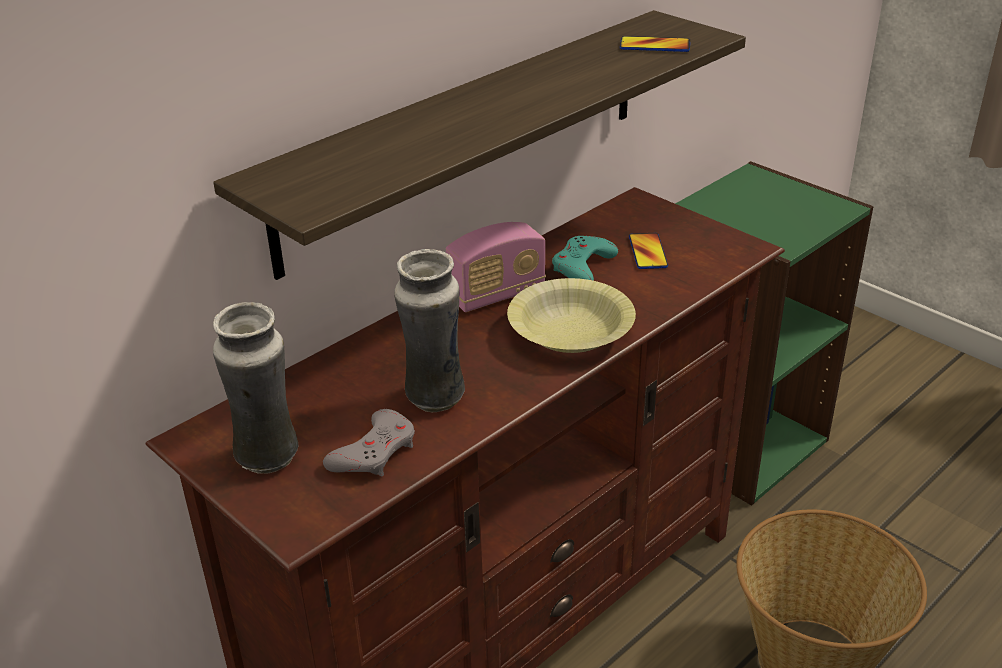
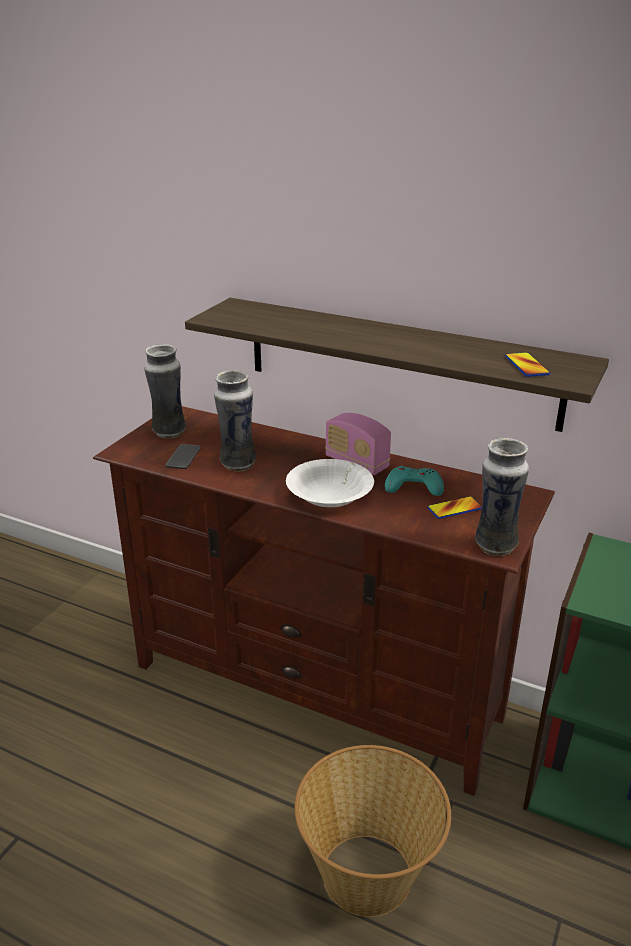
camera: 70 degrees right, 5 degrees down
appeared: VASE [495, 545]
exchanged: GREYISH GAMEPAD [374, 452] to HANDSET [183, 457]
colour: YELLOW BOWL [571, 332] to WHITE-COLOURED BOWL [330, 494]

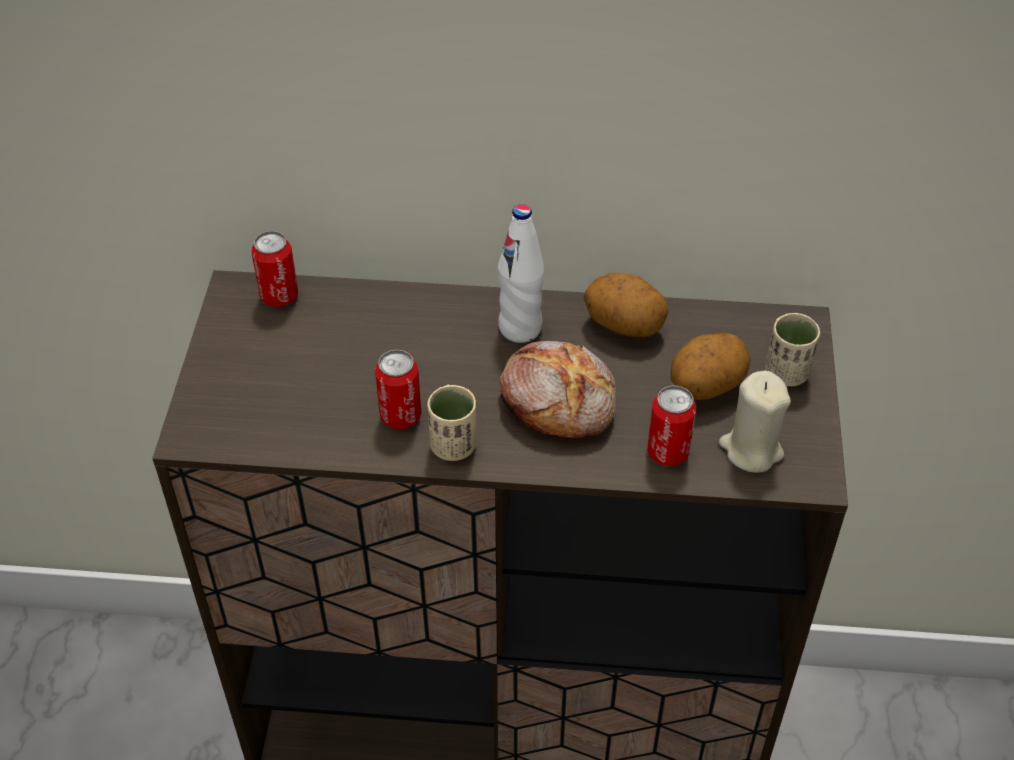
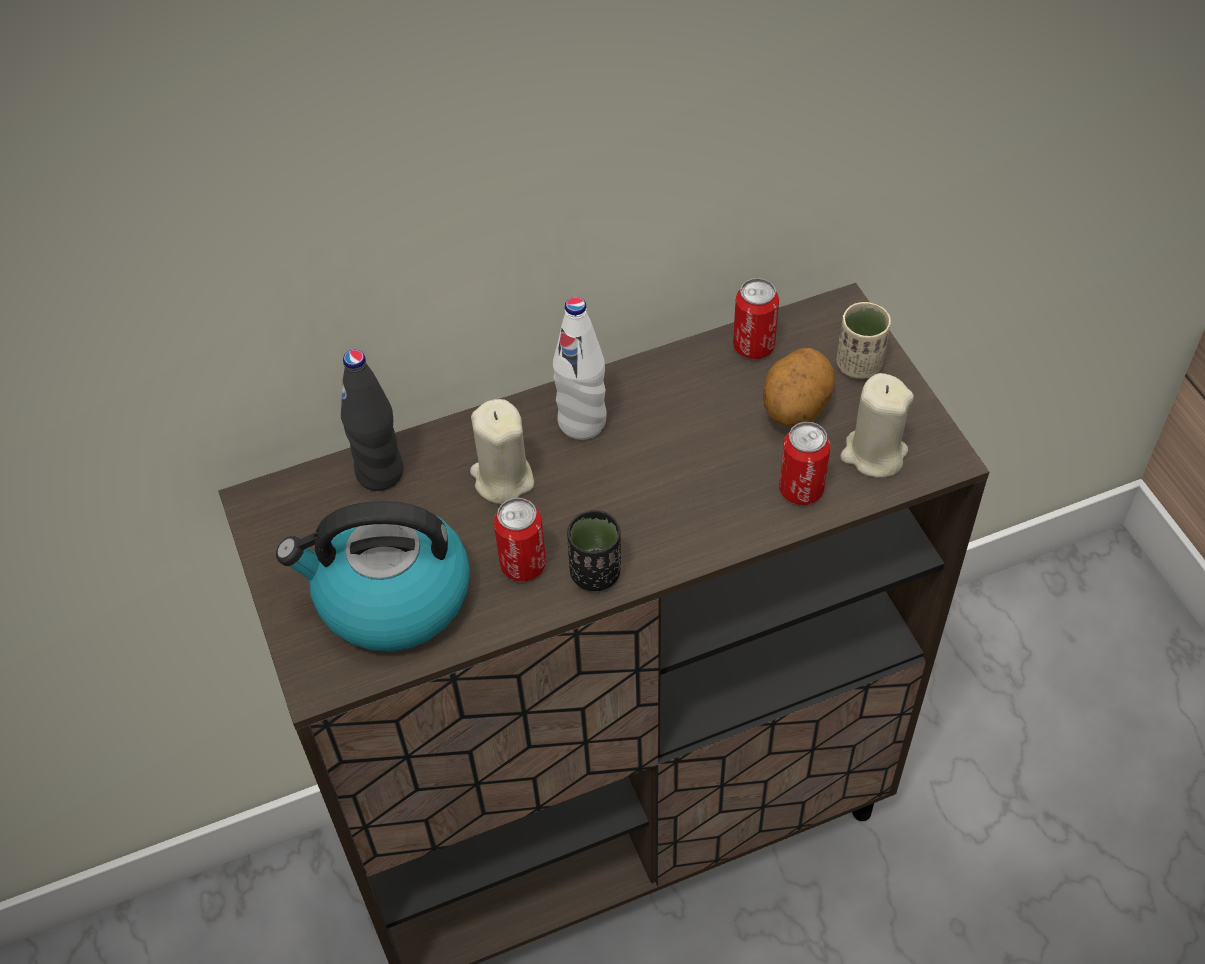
camera: 25 degrees left, 5 degrees up
missing: BAKERY BREAD [559, 400]; SPUD [624, 325]
appeared: TEA KETTLE [390, 597]; BLACK-COLOURED BOTTLE [380, 473]; BEIGE-COLOURED WAX LIGHT [502, 479]
relocated: CAN [279, 296] to [753, 346]
colour: BEIGE-COLOURED DRINKING CUP [453, 446] to BLACK-COLOURED DRINKING CUP [595, 573]

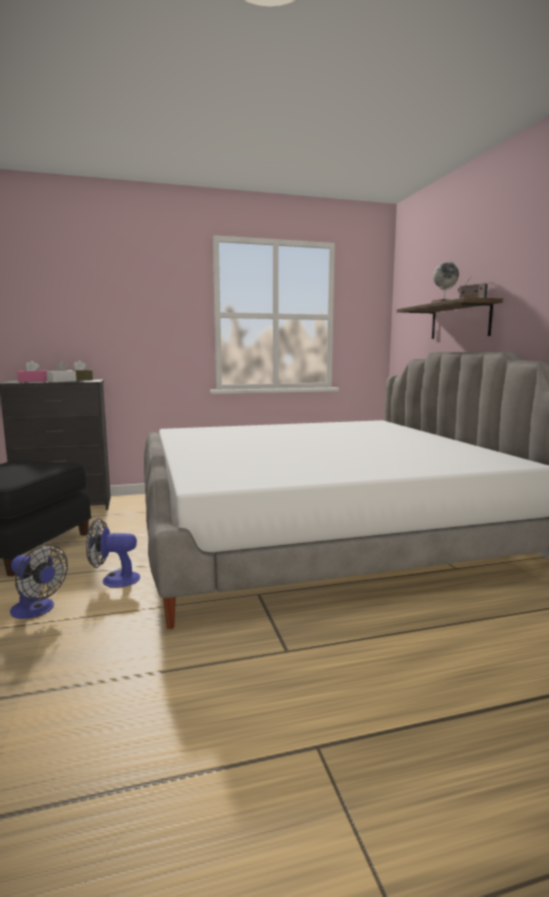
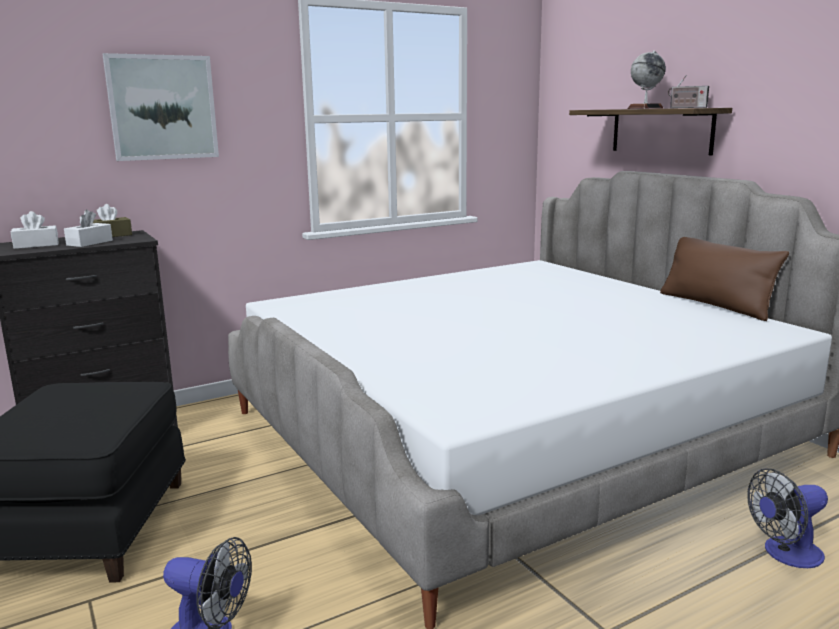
camera: 15 degrees left, 5 degrees up
appeared: WALL ART [162, 107]; BROWN-COLOURED CUSHION [715, 305]
relocated: ELECTRIC FAN [114, 579] to [785, 554]
colour: PINK-COLOURED TISSUE BOX [33, 381] to WHITE-COLOURED TISSUE BOX [36, 245]

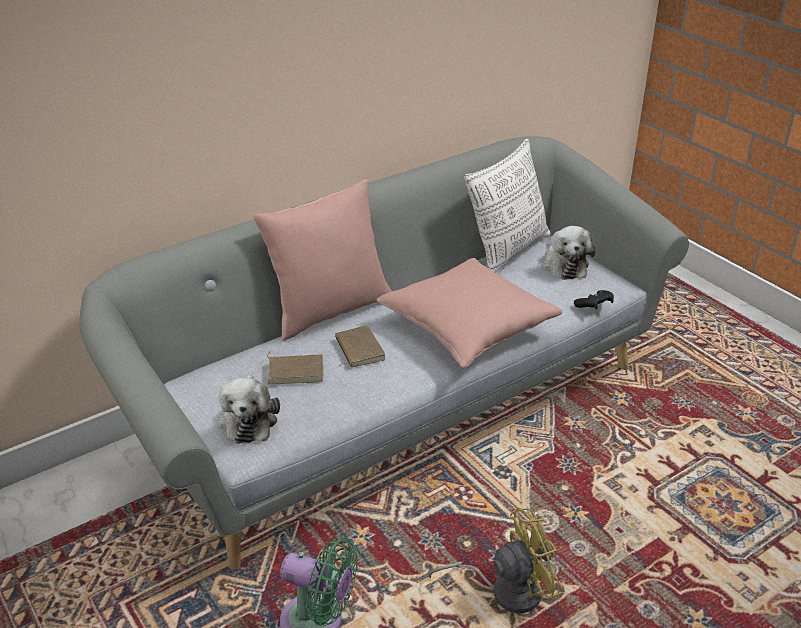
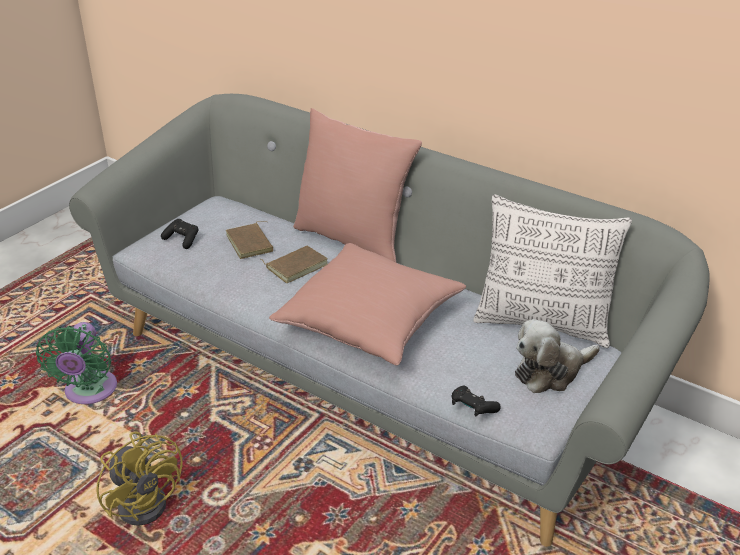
camera: 70 degrees right, 0 degrees up
exchanged: SOFT TOY [248, 419] to BLACK-COLOURED GAMEPAD [182, 239]

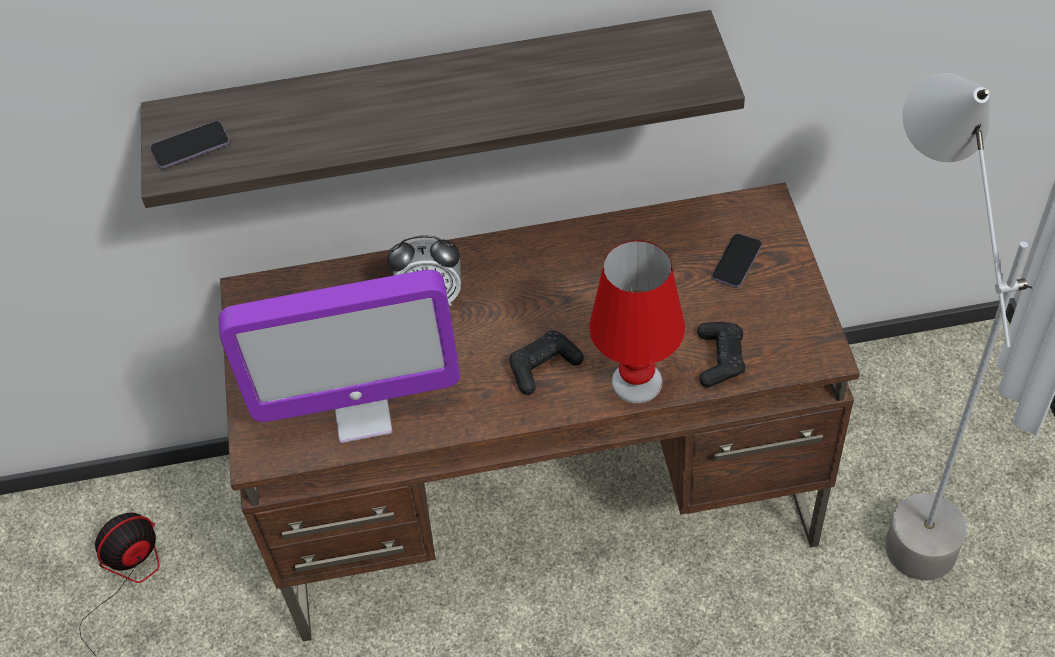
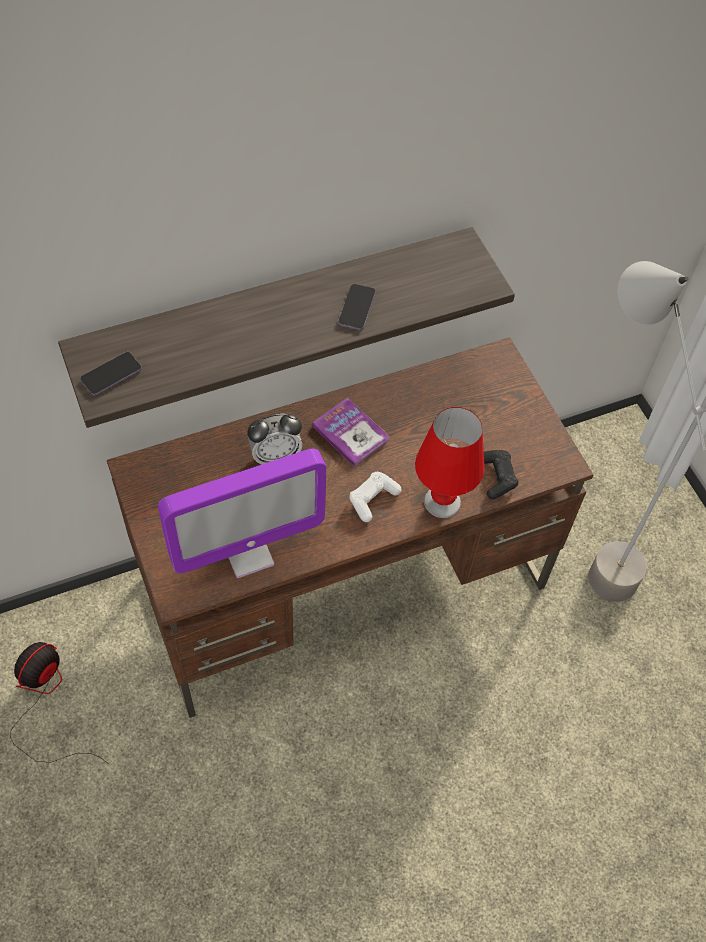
camera: 20 degrees left, 5 degrees up
appeared: BOOK [350, 433]
relocated: HANDSET [736, 262] to [357, 308]
colour: BLACK-COLOURED GAMEPAD [543, 367] to WHITE-COLOURED GAMEPAD [372, 499]

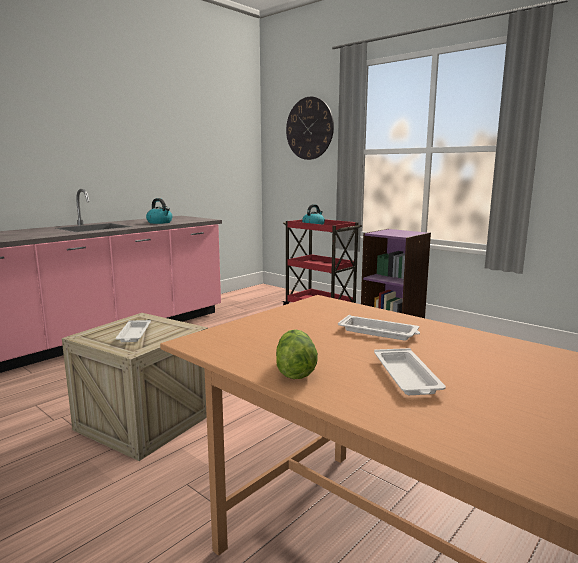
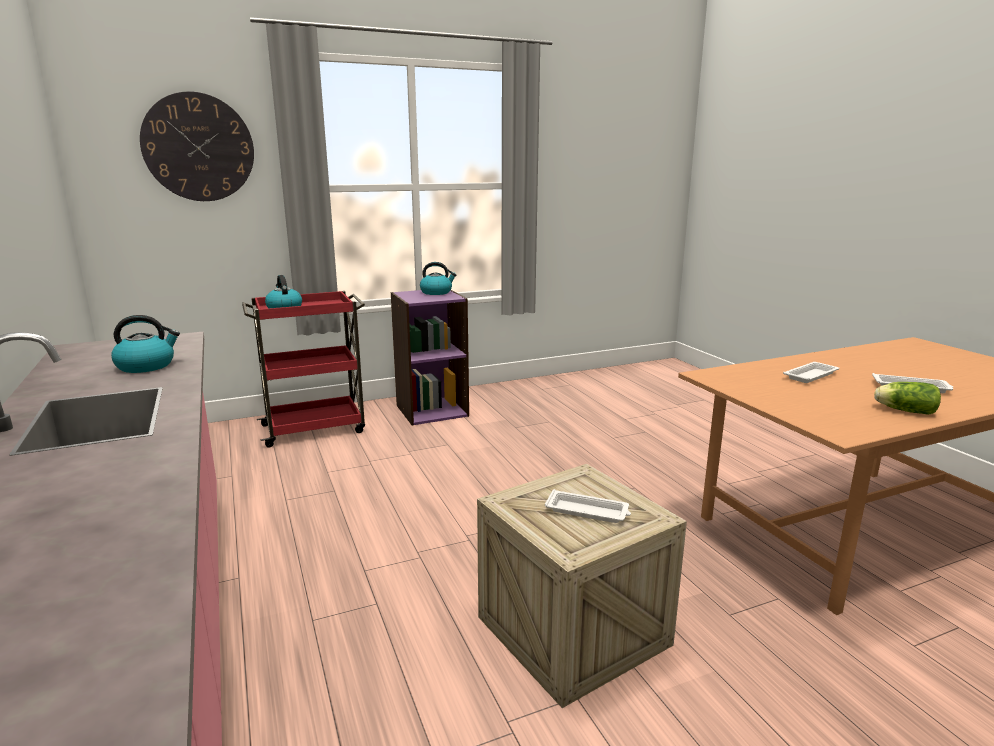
camera: 65 degrees left, 5 degrees up
appeared: TEA KETTLE [436, 292]

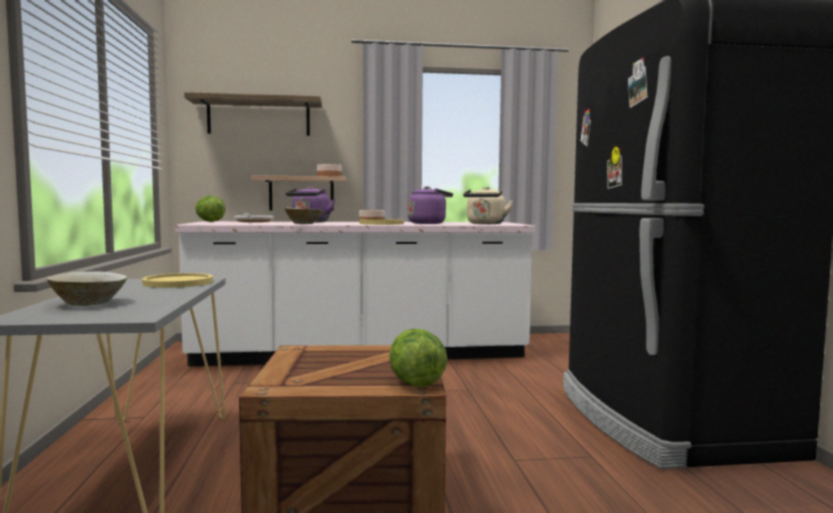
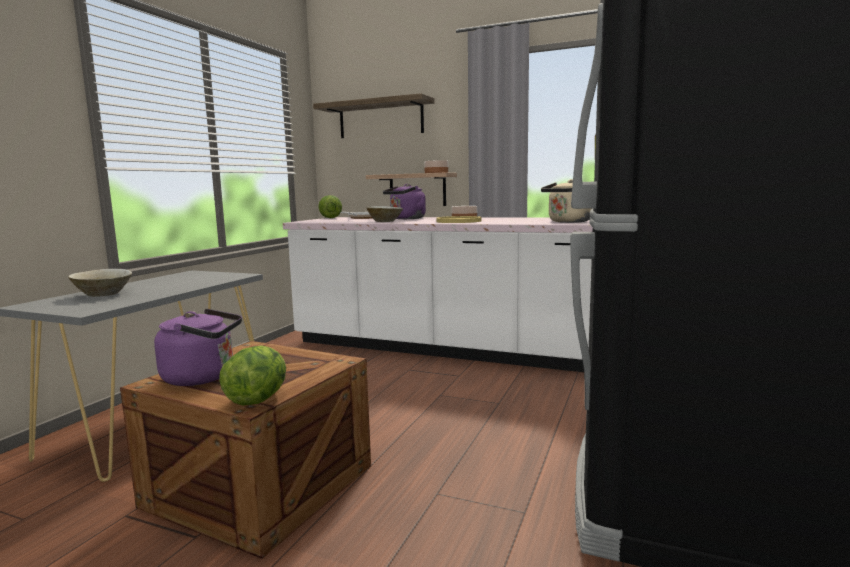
camera: 30 degrees right, 5 degrees up
missing: YELLOW FLAT DISH [178, 282]
relocated: PURPLE TEA KETTLE [429, 223] to [203, 377]

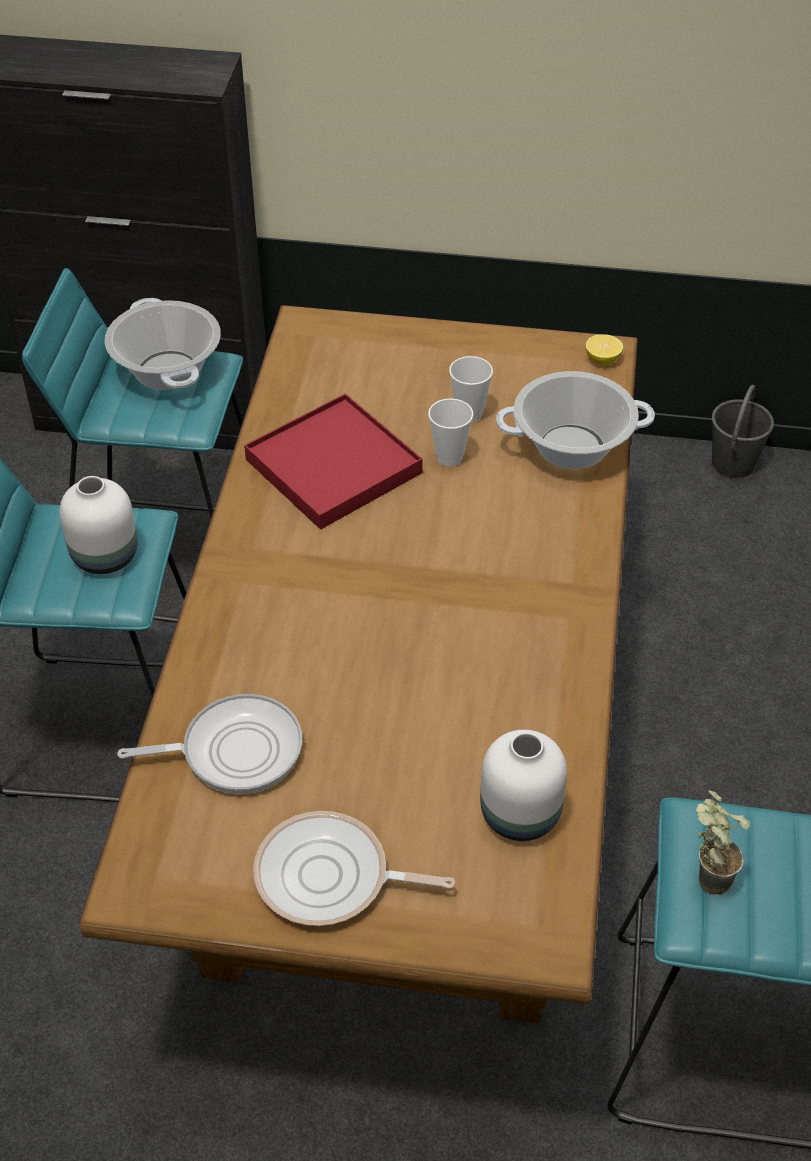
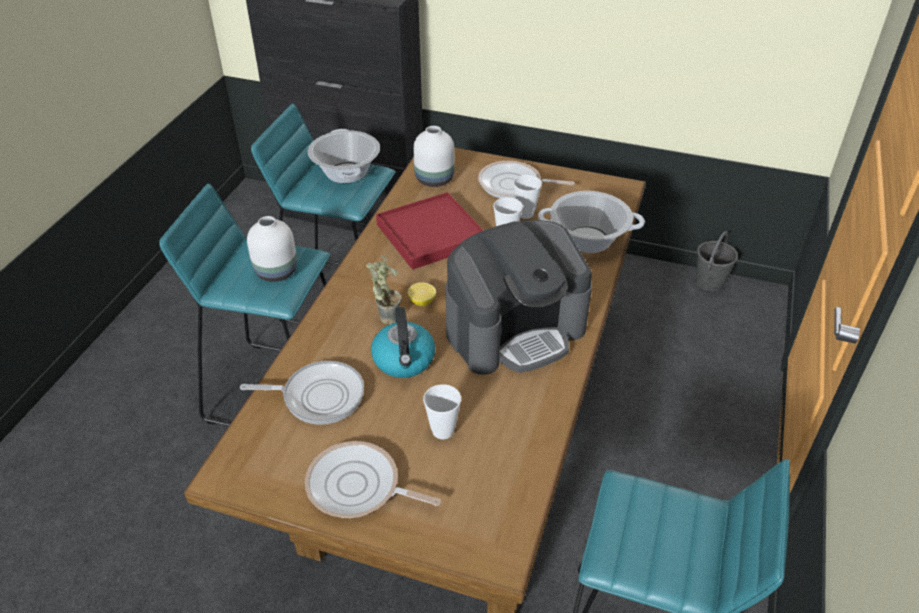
camera: 10 degrees right, 5 degrees down
appeared: TEA KETTLE [404, 360]; DRINKING CUP [442, 431]; COFFEE MAKER [515, 329]; PAN [513, 185]
relocated: PLANT IN A POT [705, 876] to [386, 315]; LEMON [602, 359] to [422, 301]; WHITE-COLOURED VASE [520, 816] to [434, 180]

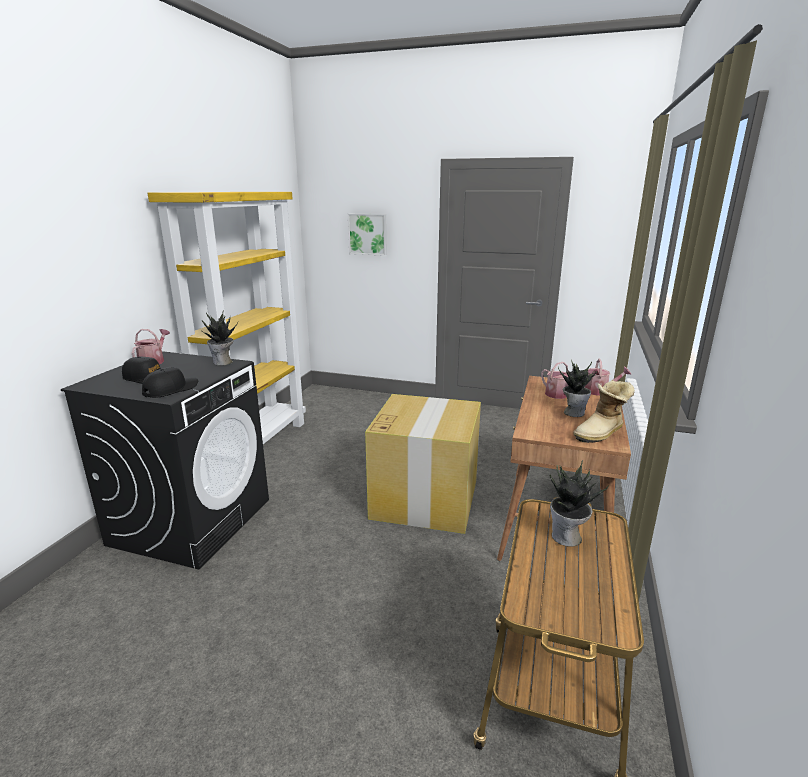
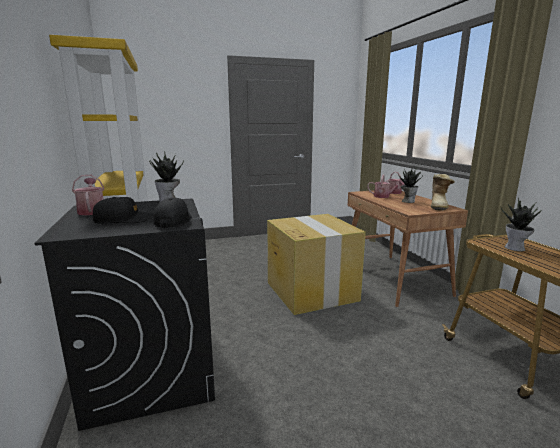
camera: 35 degrees left, 5 degrees down
missing: WALL ART [368, 234]

